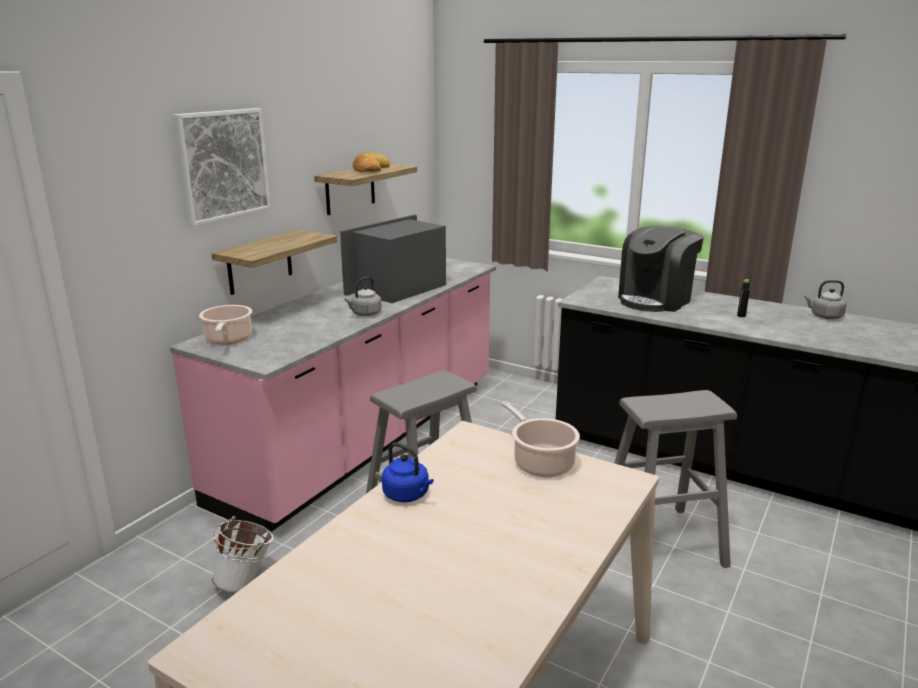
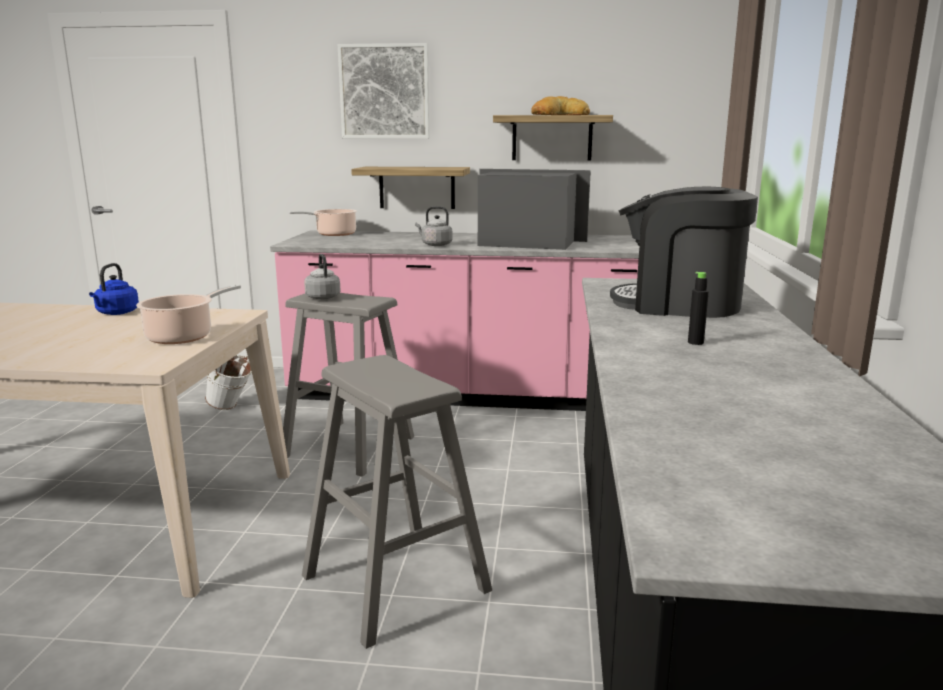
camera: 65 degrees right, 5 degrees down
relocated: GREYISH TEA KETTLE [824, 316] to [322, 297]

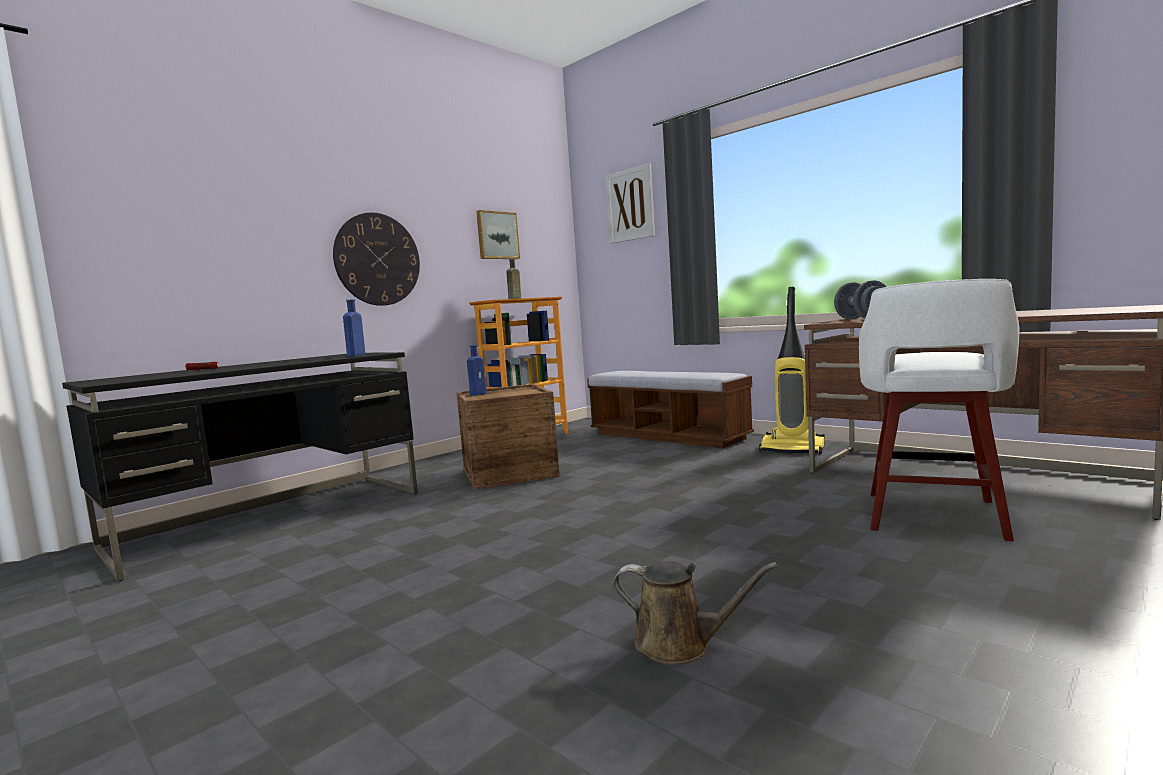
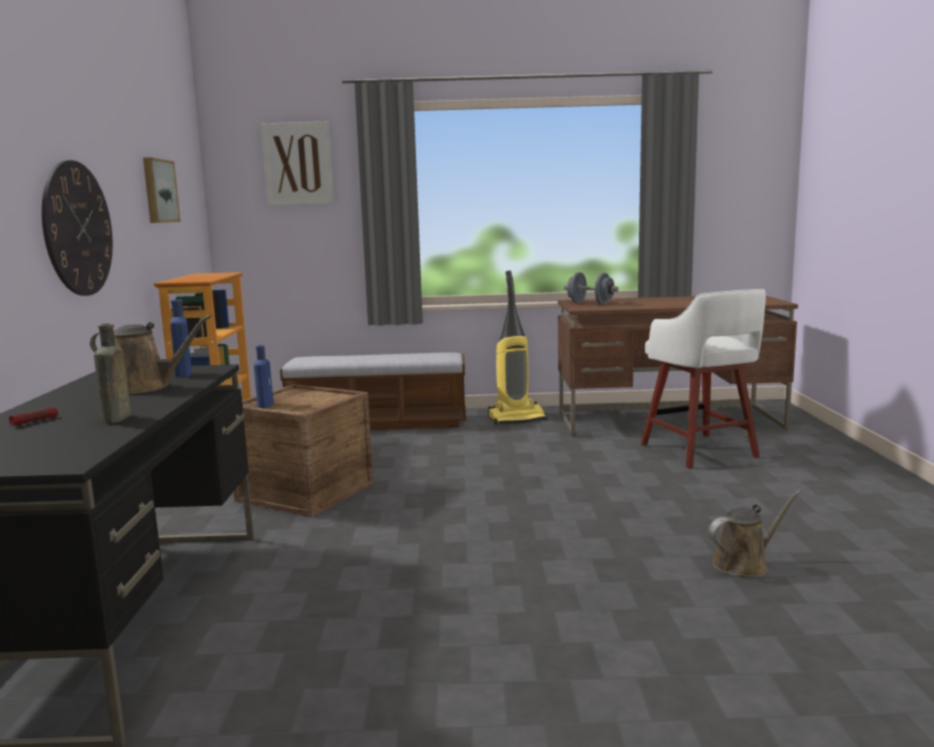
camera: 45 degrees left, 5 degrees up
appeared: BROWN-COLOURED WATERING POT [146, 387]
relocated: BROWN-COLOURED BOTTLE [514, 299] to [115, 419]

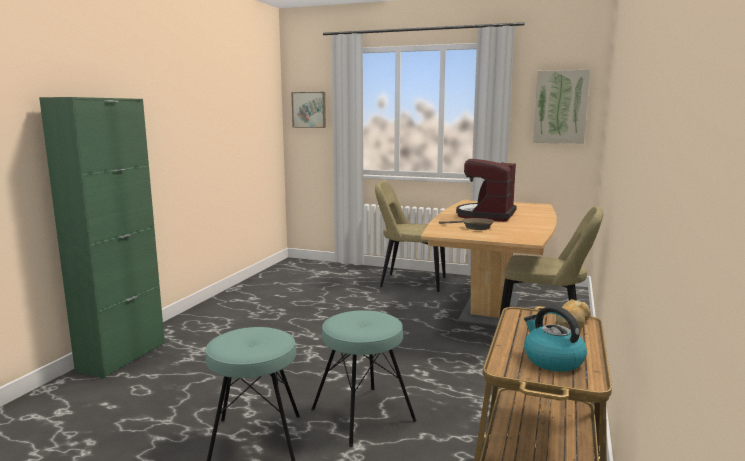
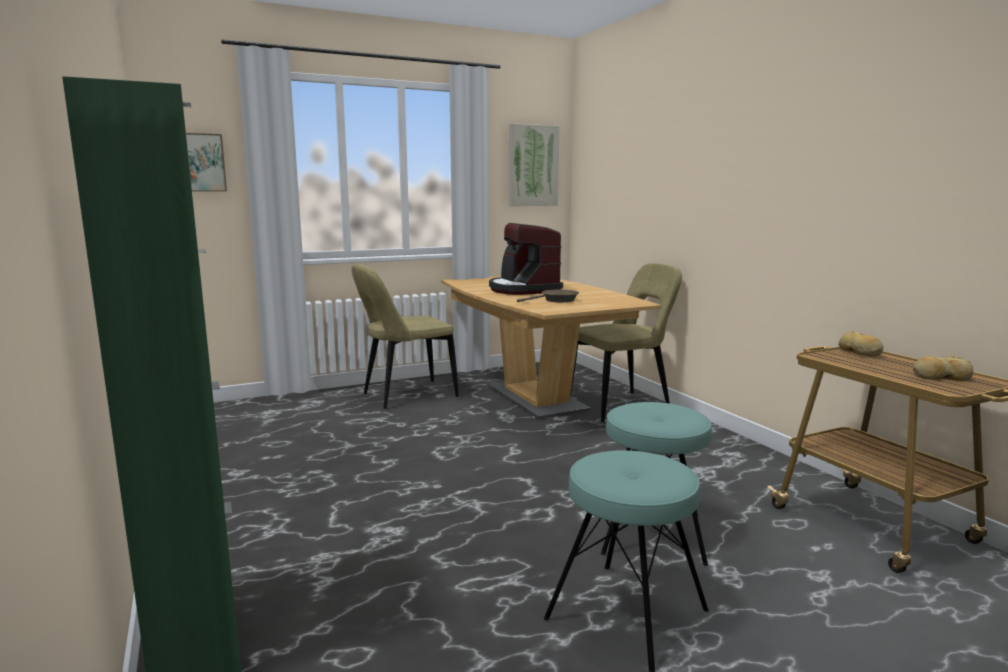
camera: 45 degrees left, 0 degrees up
exchanged: TEA KETTLE [552, 360] to BAKERY BREAD [940, 377]

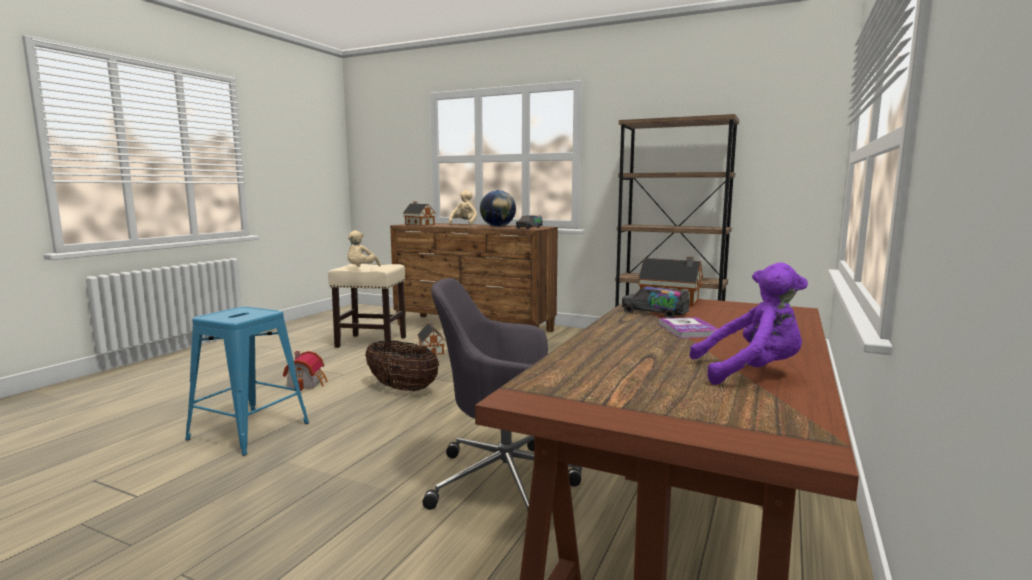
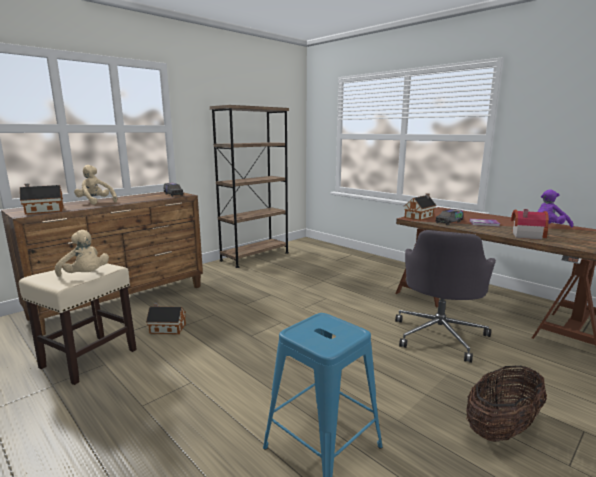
camera: 70 degrees left, 5 degrees up
missing: WORLD GLOBE [498, 226]
relocated: STORAGE BASKET [402, 388] to [502, 428]; MODEL HOUSE [307, 383] to [525, 235]
spun: PURPLE SOFT TOY [751, 373] = [549, 227] 135 degrees counterclockwise

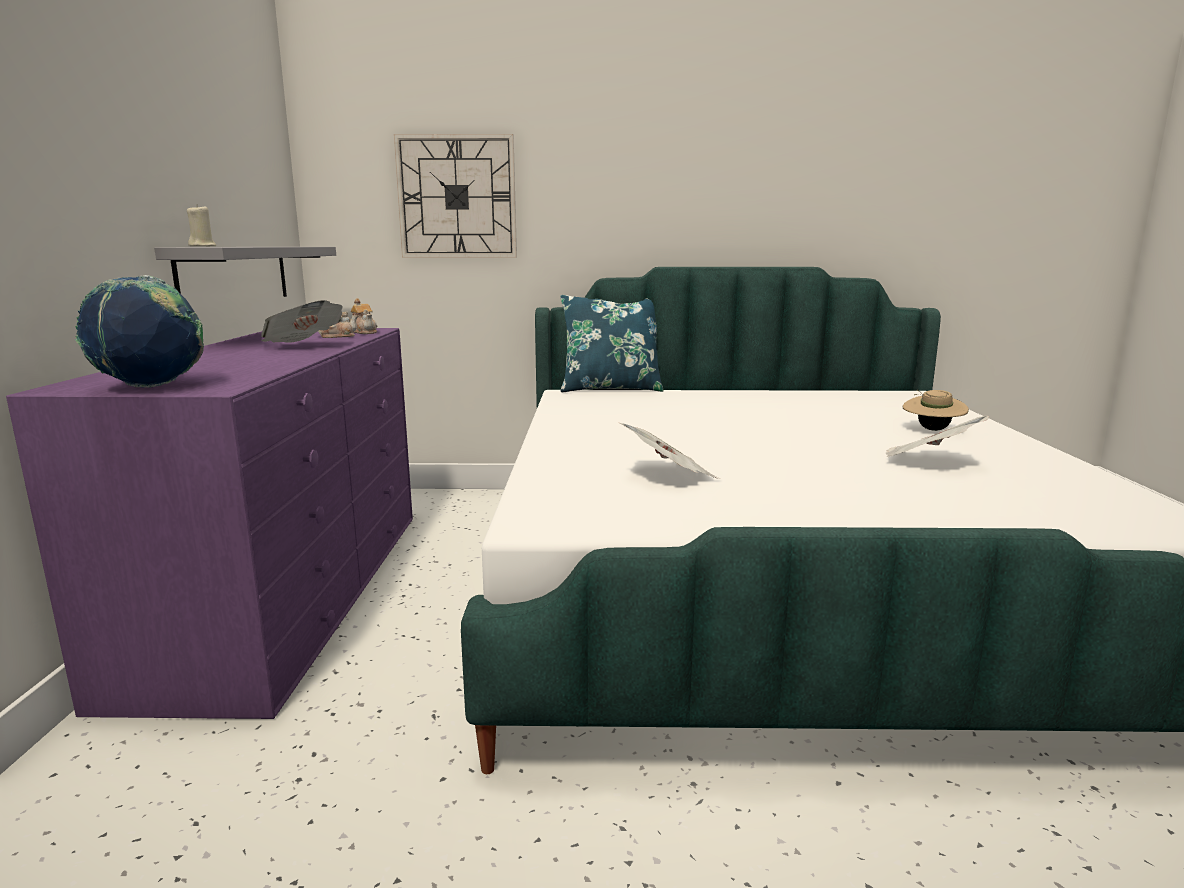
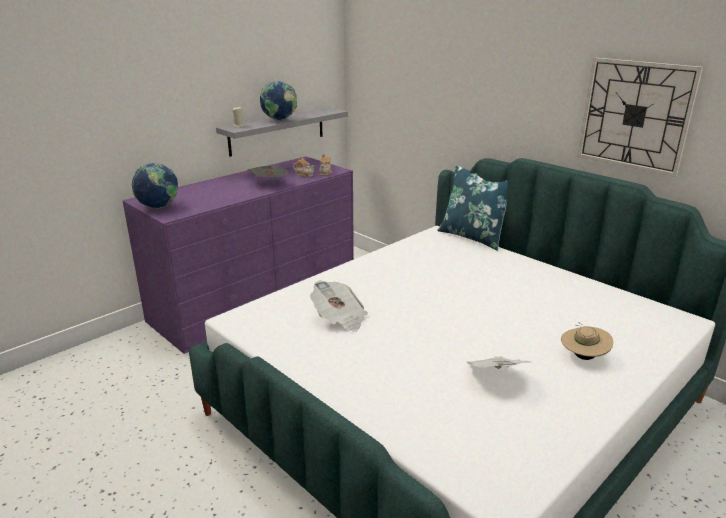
camera: 45 degrees right, 10 degrees up
appeared: WORLD GLOBE [279, 120]
relocated: WALL CLOCK [457, 197] to [635, 115]

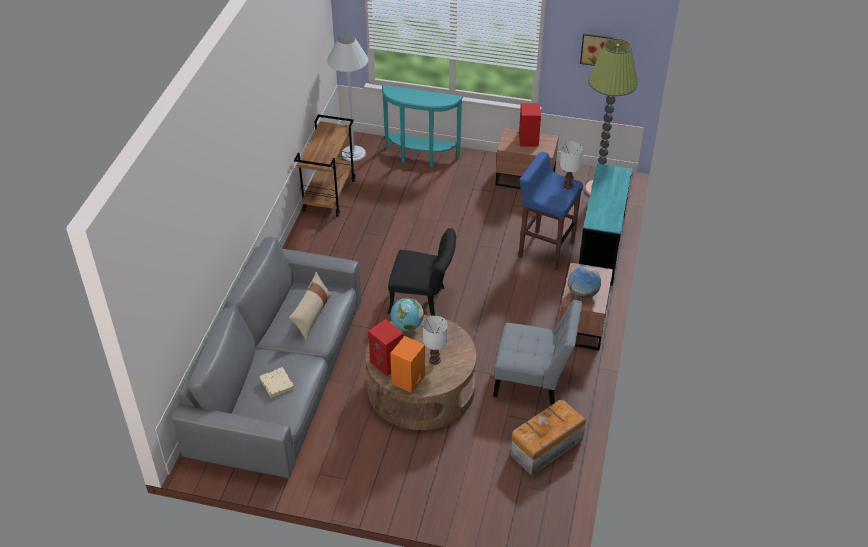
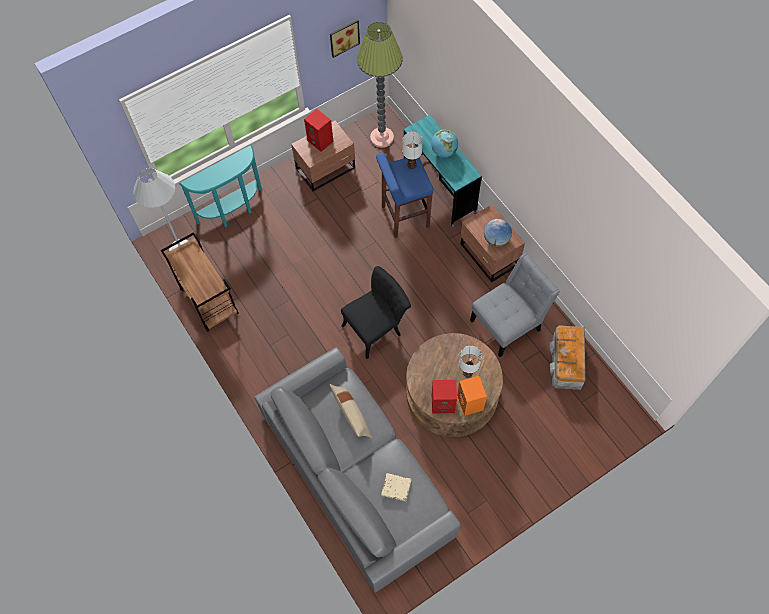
camera: 45 degrees left, 20 degrees up
relocated: WORLD GLOBE [407, 326] to [444, 152]

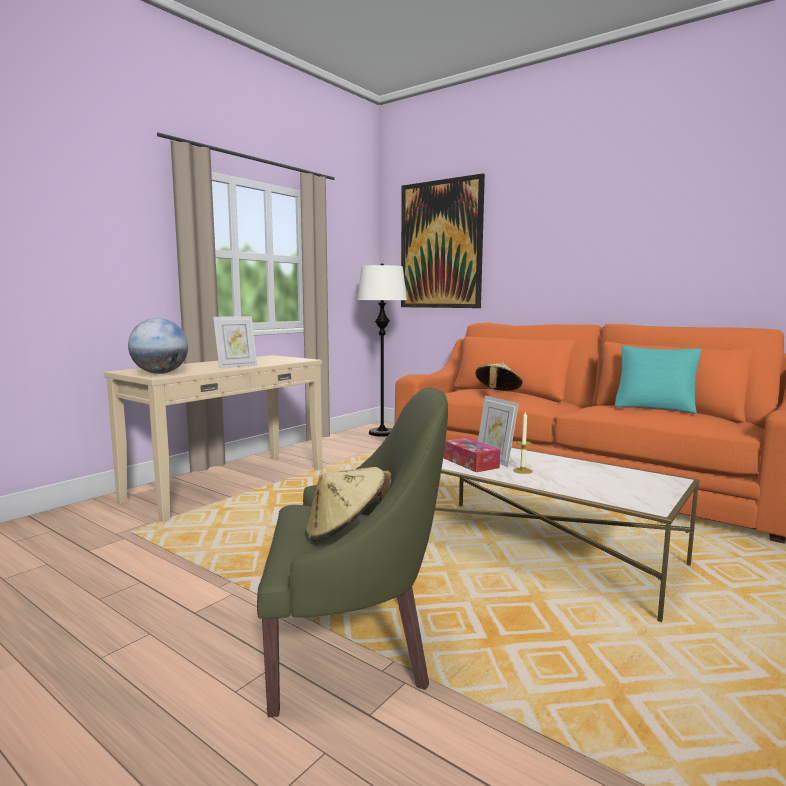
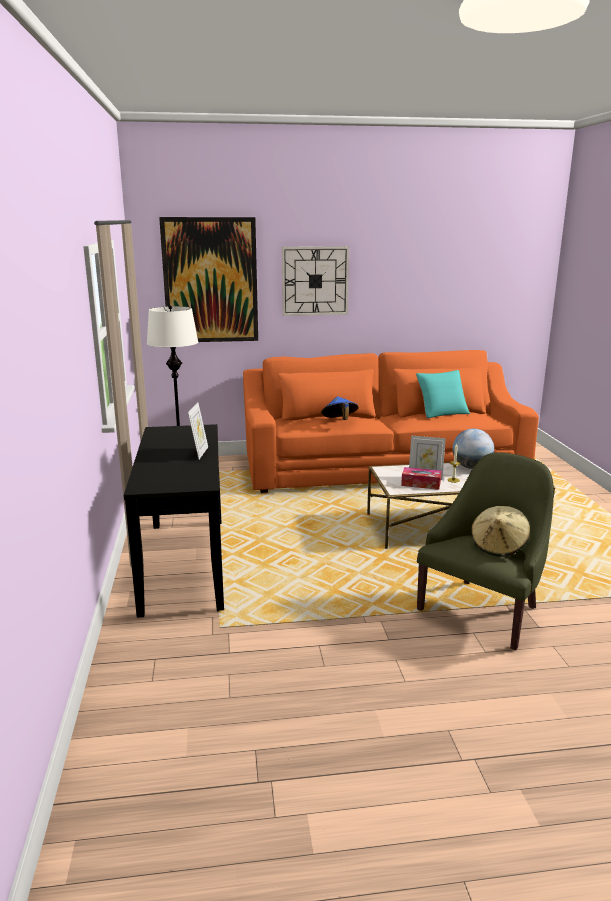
camera: 45 degrees left, 10 degrees up
appeared: WALL CLOCK [315, 281]
relocated: WORLD GLOBE [160, 373] to [471, 467]
colour: BEIGE-COLOURED NARROW TABLE [228, 484] to BLACK-COLOURED NARROW TABLE [184, 563]; BEIGE-COLOURED CLOTHING HAT [497, 393] to BLUE-COLOURED CLOTHING HAT [339, 421]

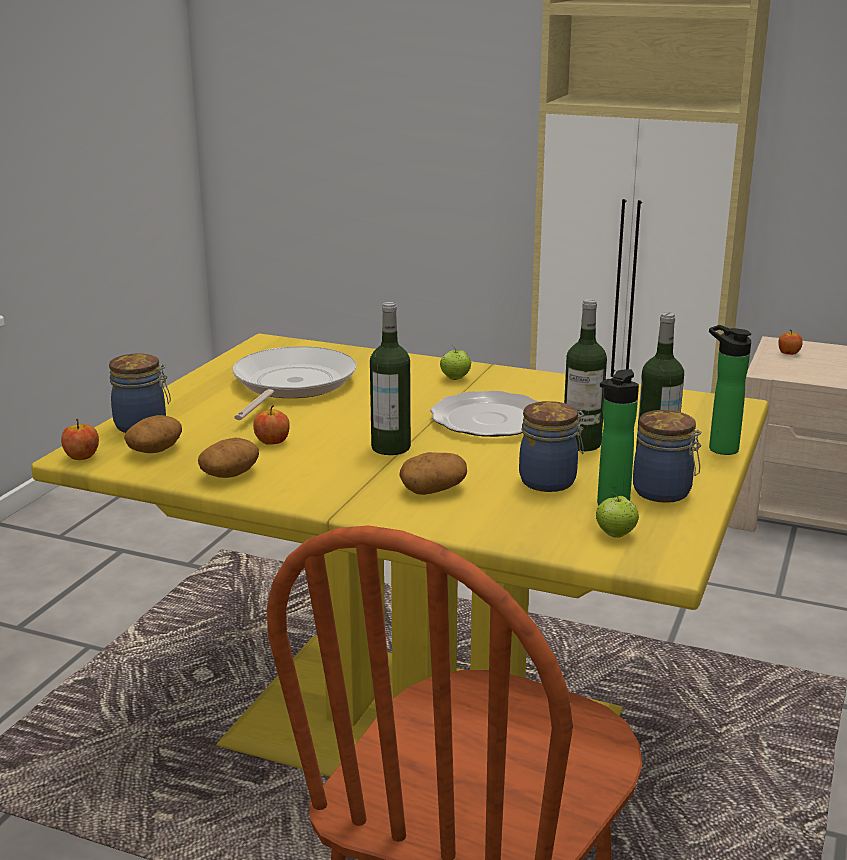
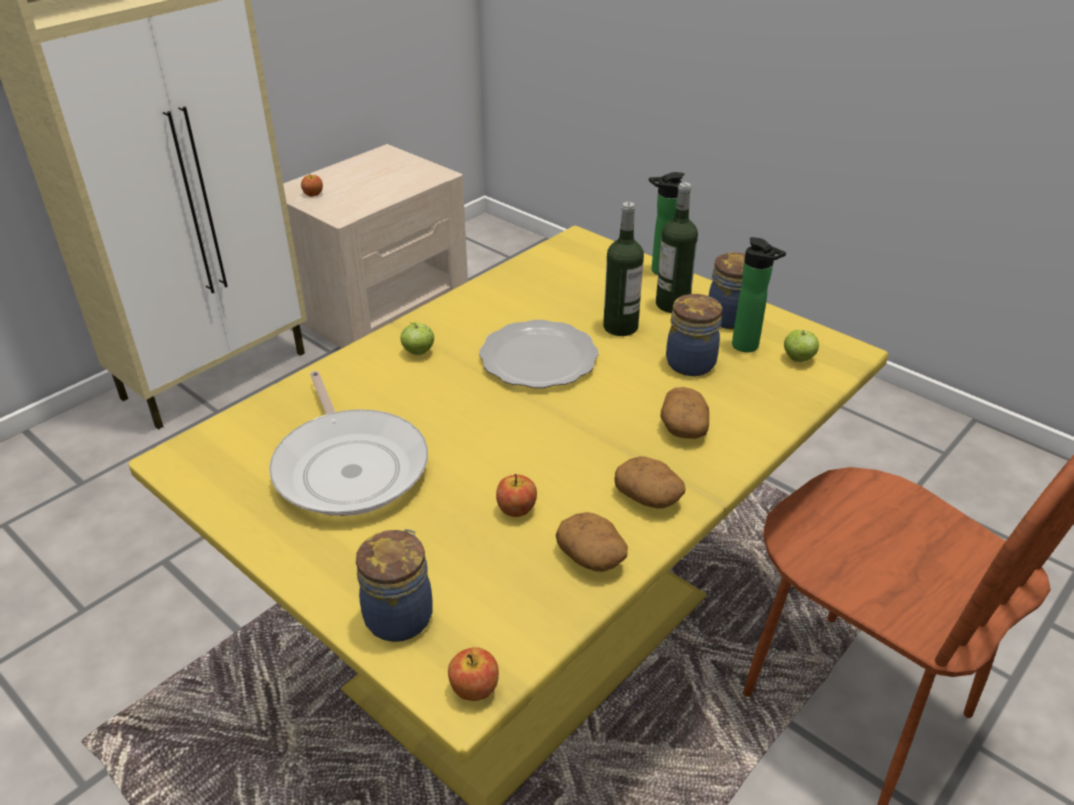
camera: 70 degrees left, 15 degrees up
missing: BOTTLE [391, 447]
relocated: SPUD [155, 450] to [648, 497]
spun: PAN [290, 385] = [350, 465] 150 degrees counterclockwise

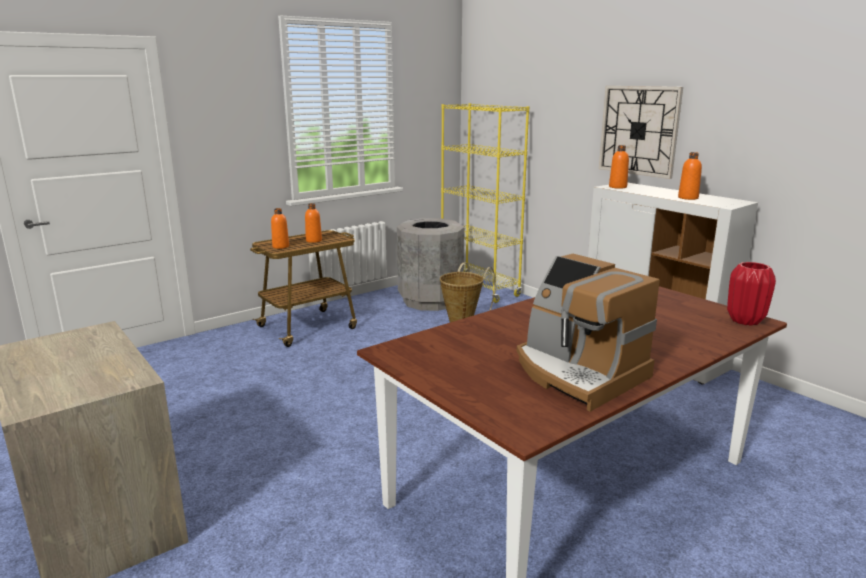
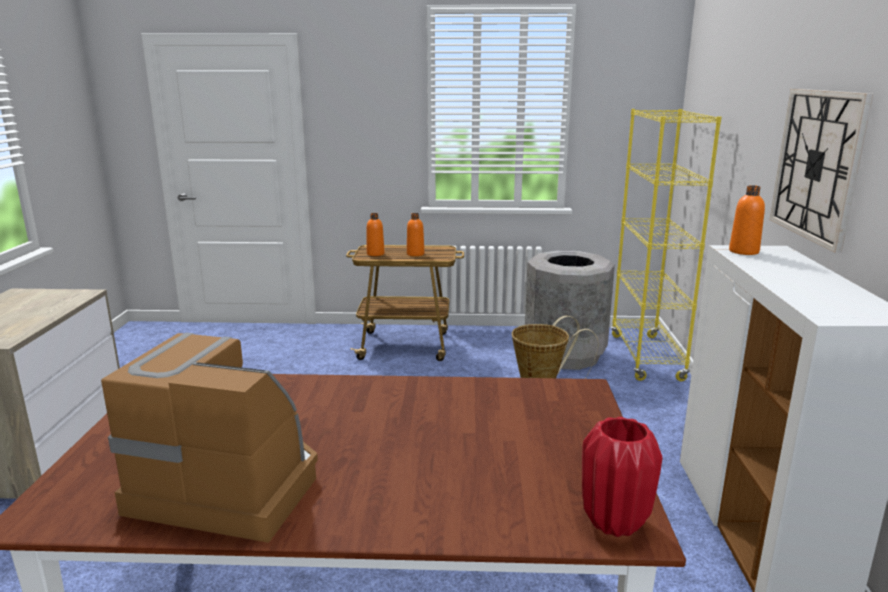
camera: 40 degrees right, 0 degrees up
missing: ORANGEY BOTTLE [688, 198]
spun: COFFEE MAKER [578, 373] = [228, 484] 105 degrees clockwise

